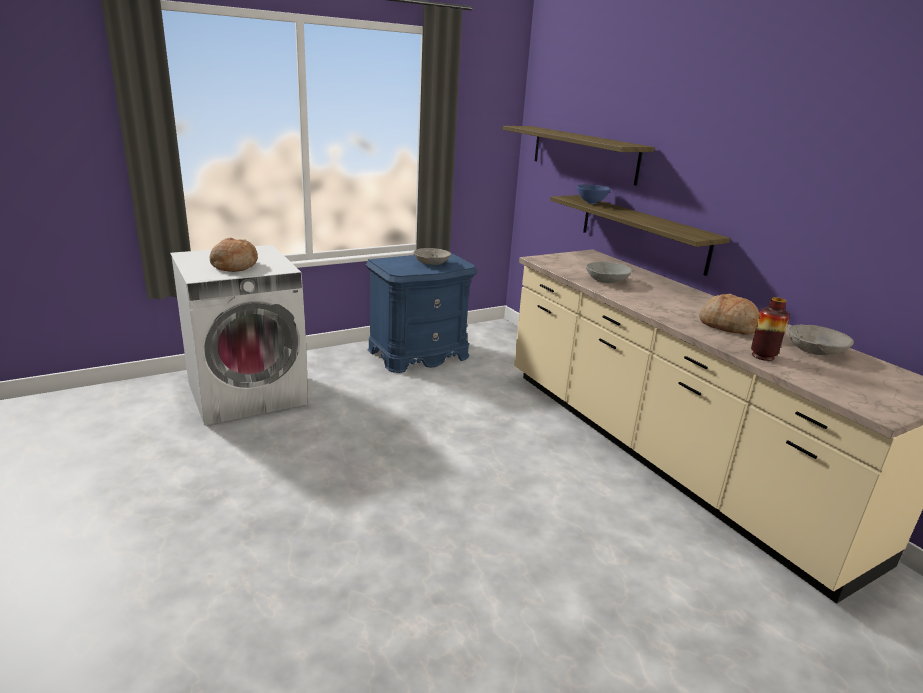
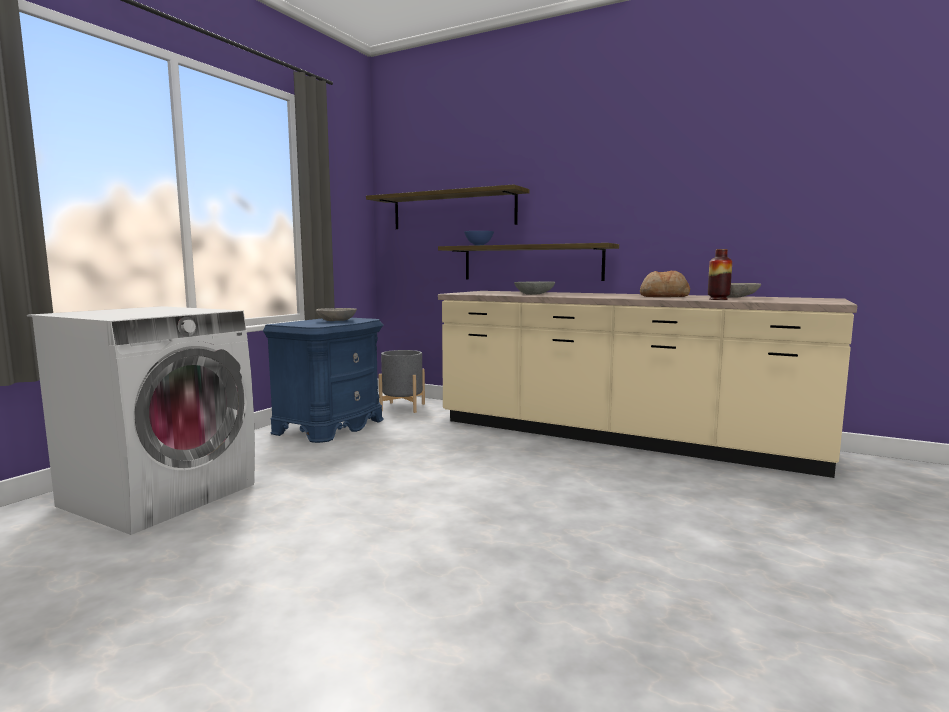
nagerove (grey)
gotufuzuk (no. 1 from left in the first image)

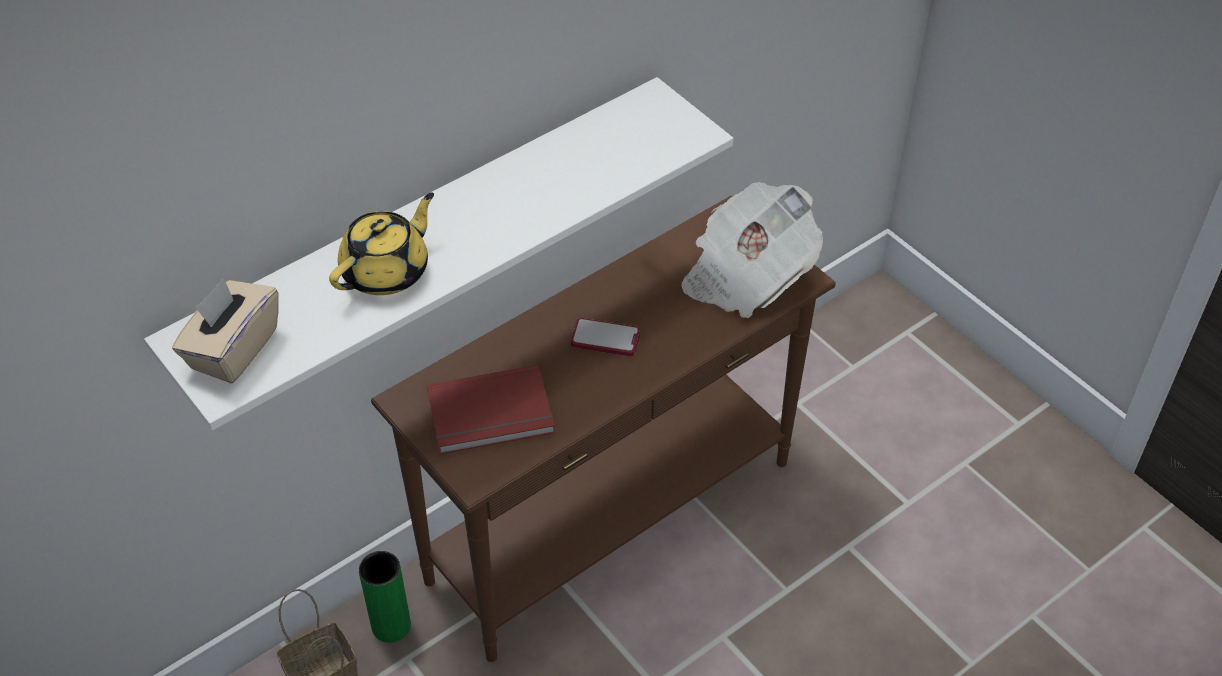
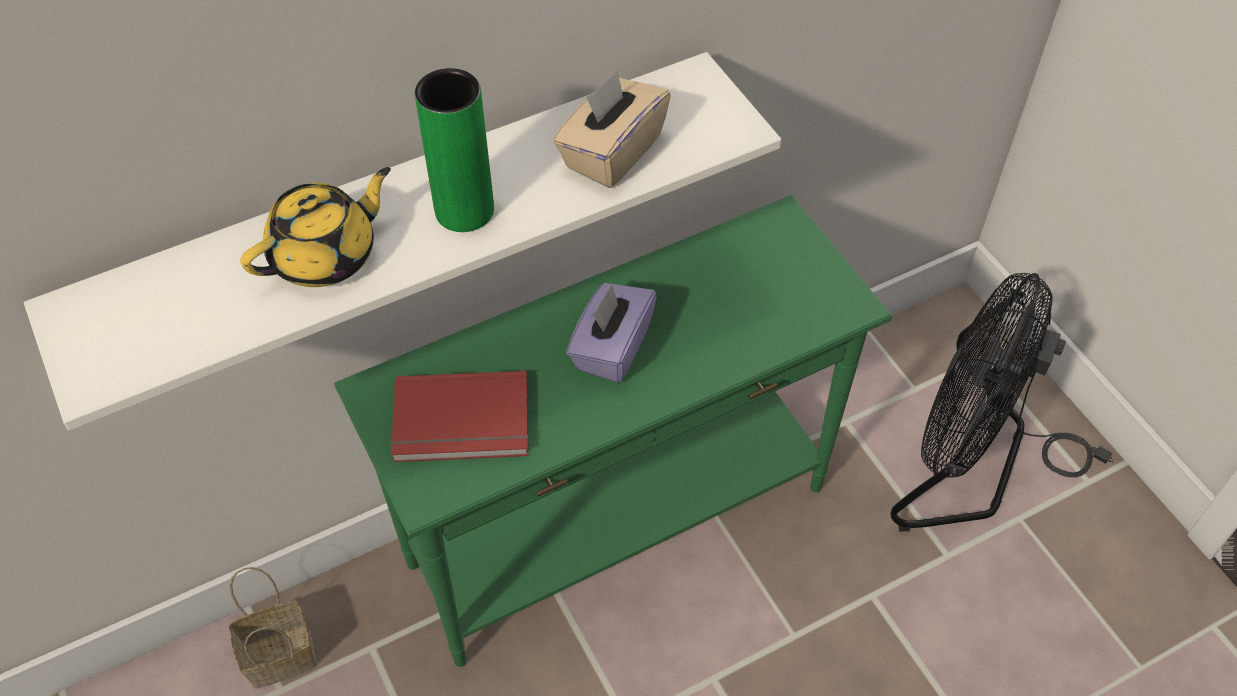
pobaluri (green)
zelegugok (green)
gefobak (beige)
gefobak (purple)
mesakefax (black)
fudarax

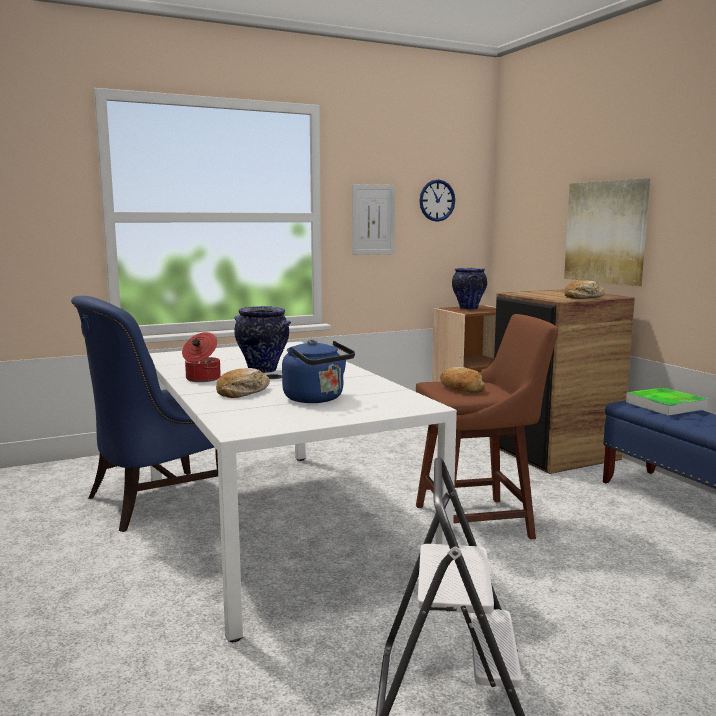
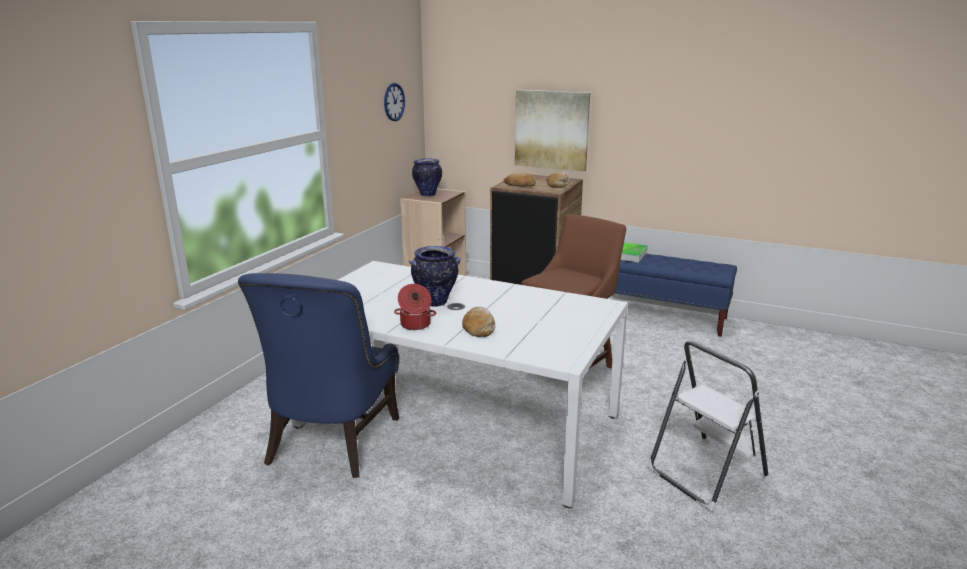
gotufuzuk (no. 2 from left)
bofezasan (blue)
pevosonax (no. 1 from left in the first image)

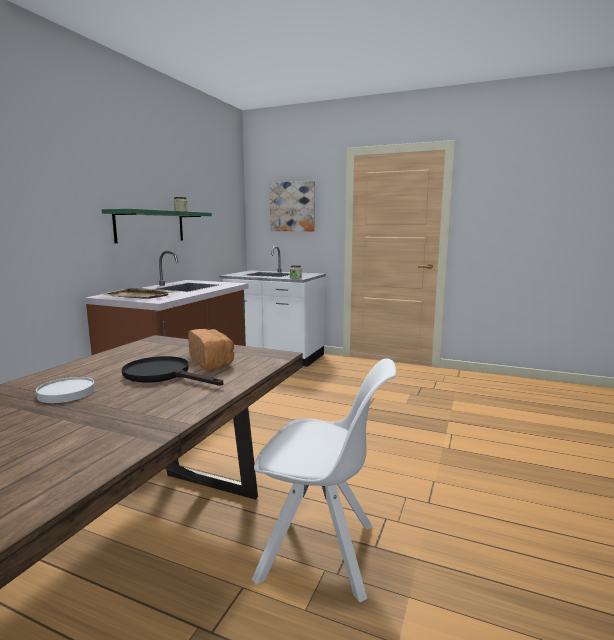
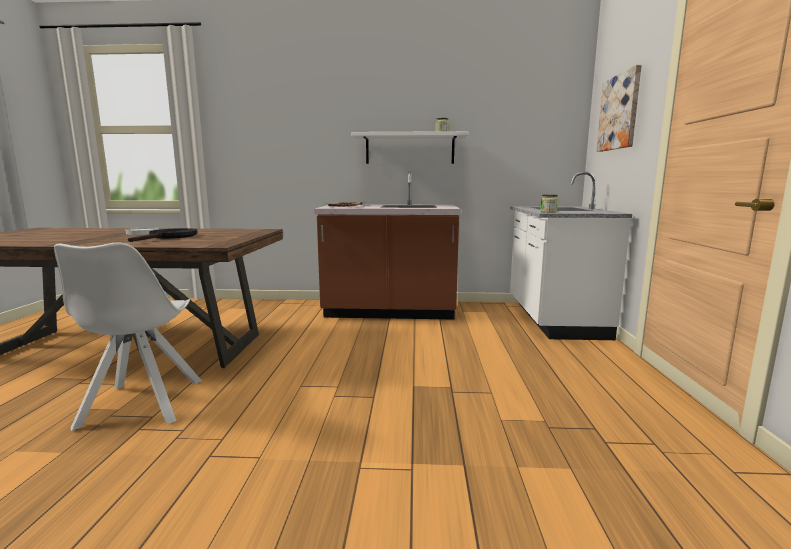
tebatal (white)
gotufuzuk

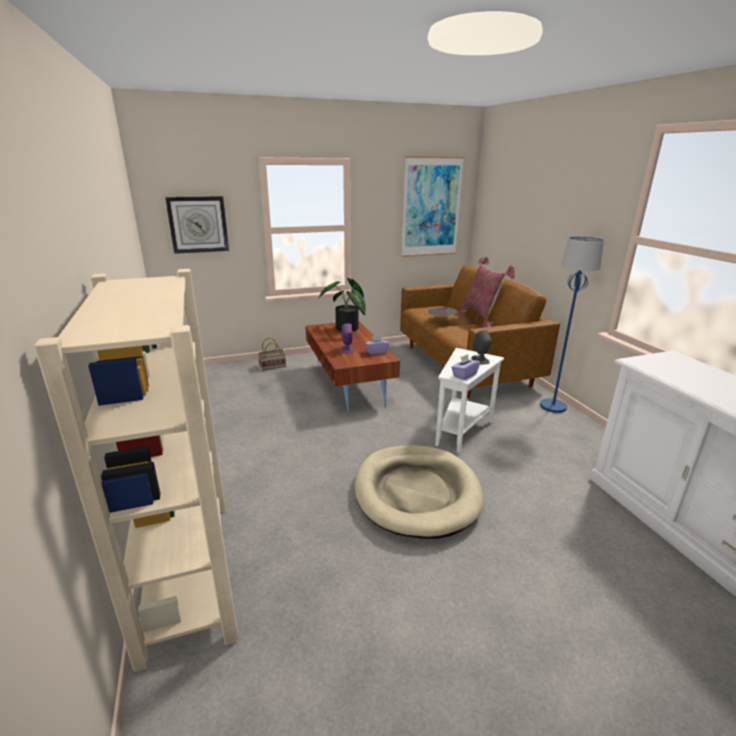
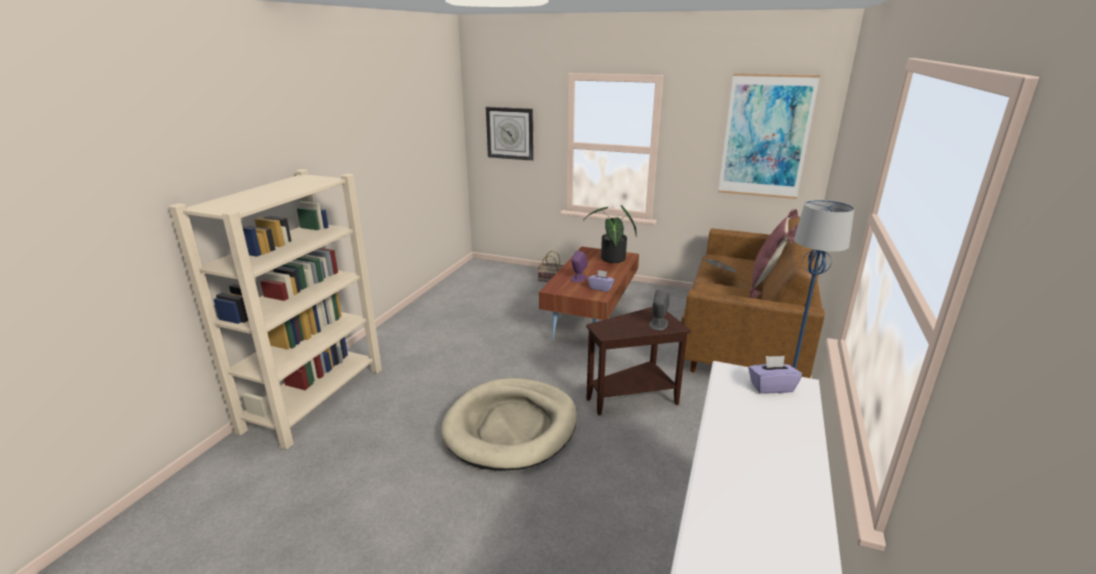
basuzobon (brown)
gefobak (purple) (no. 2 from left)

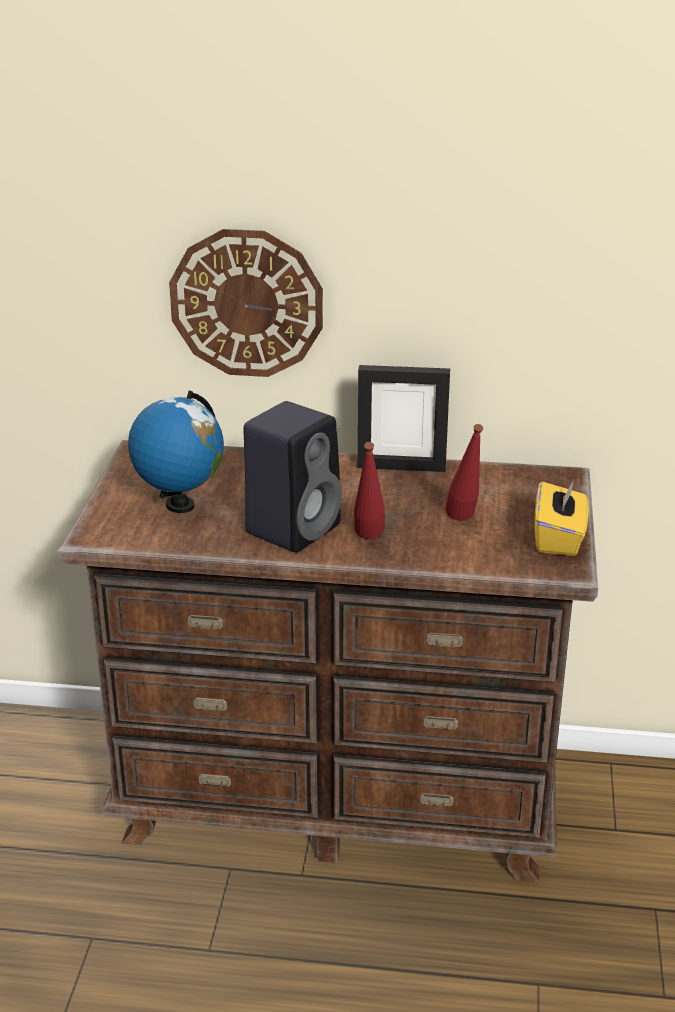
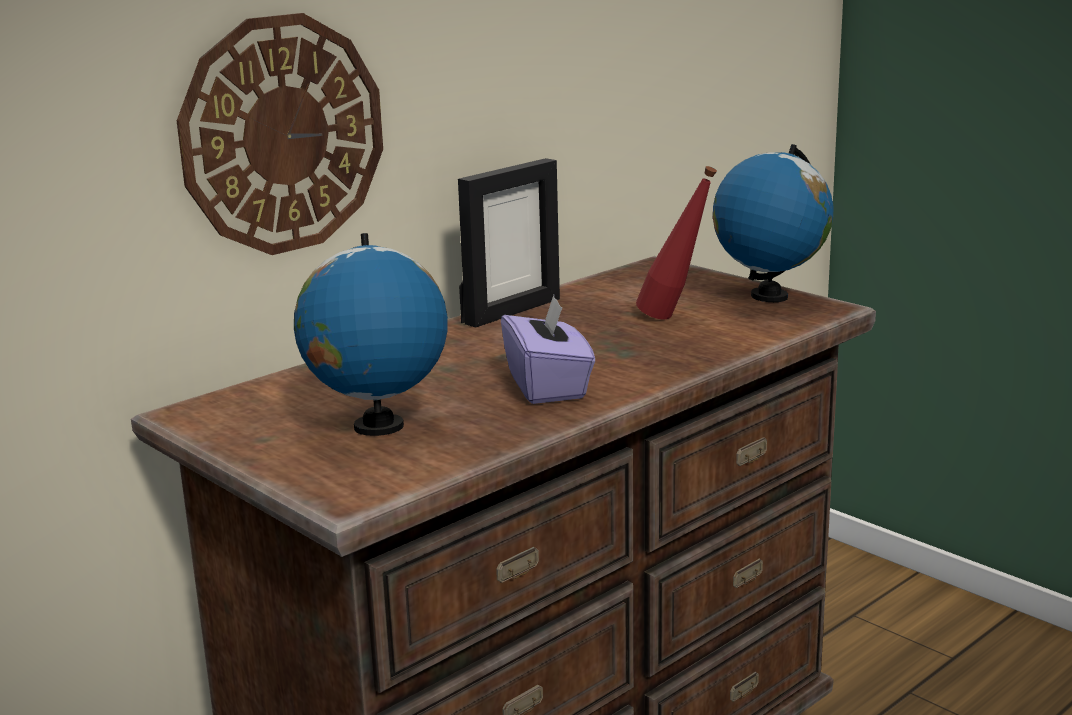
gefobak (purple)
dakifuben (no. 2 from left)
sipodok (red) (no. 1 from left in the first image)

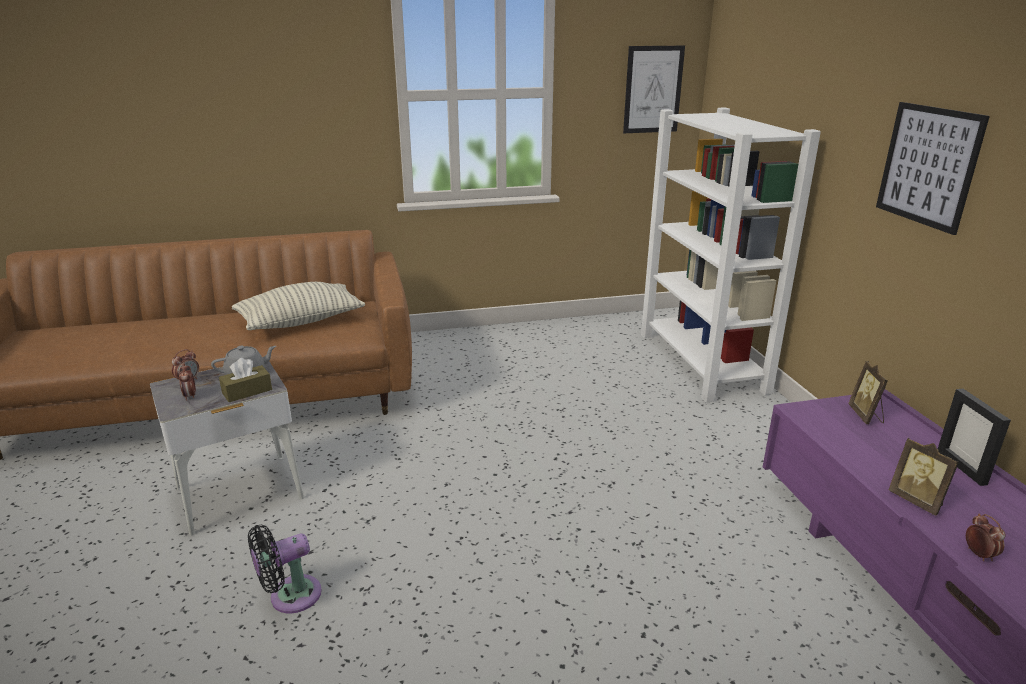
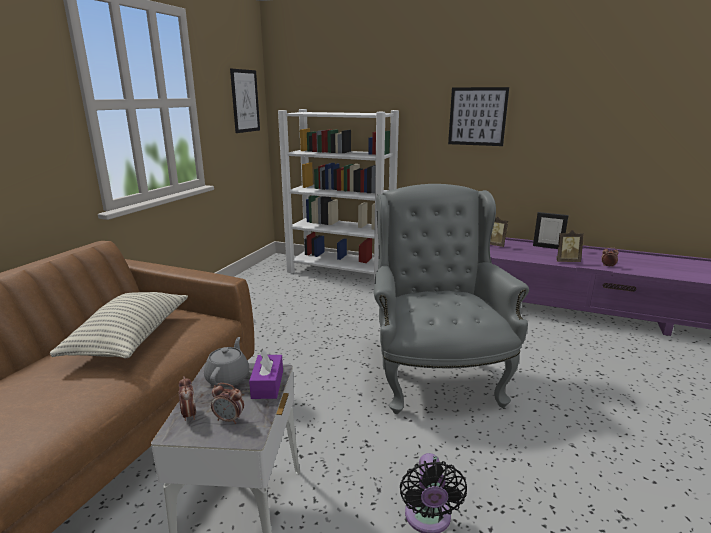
gefobak (purple)
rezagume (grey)

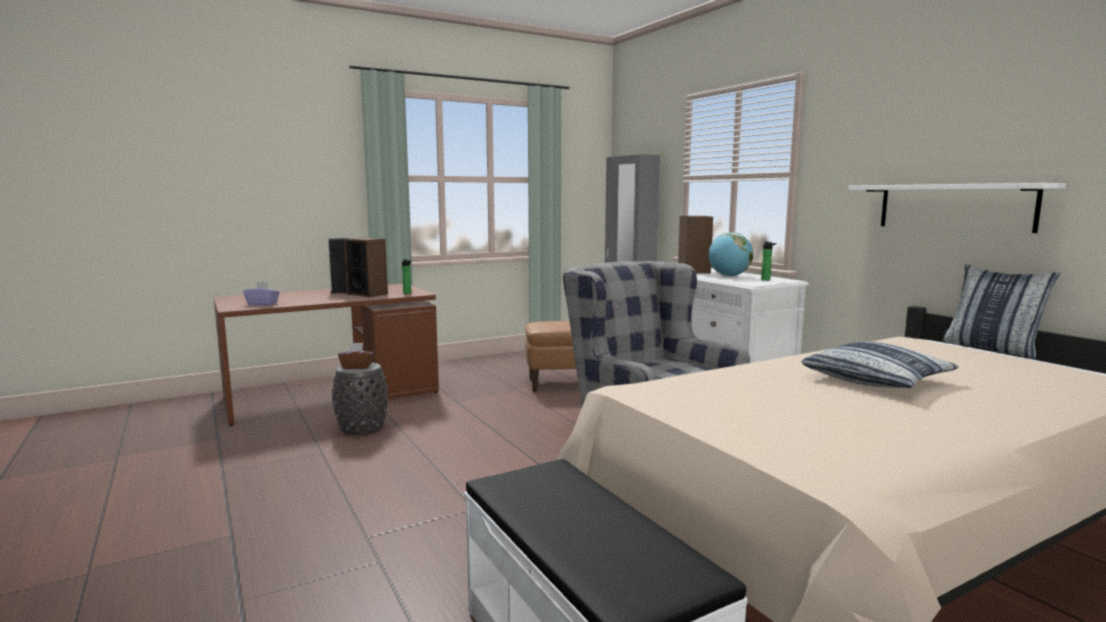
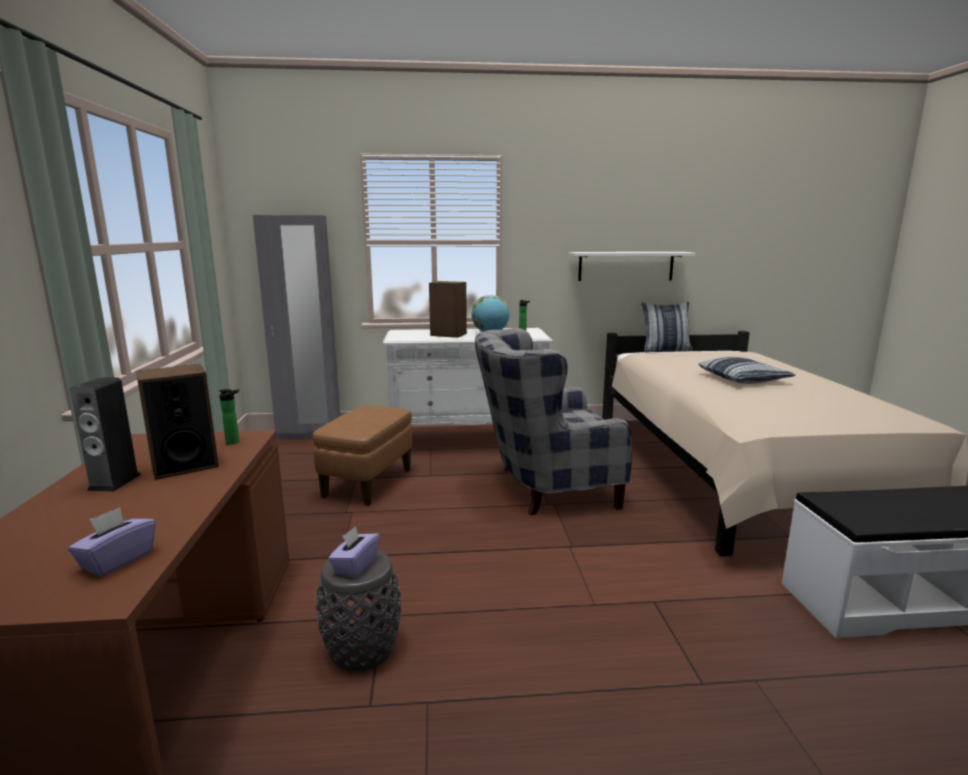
gefobak (purple) (no. 2 from left)

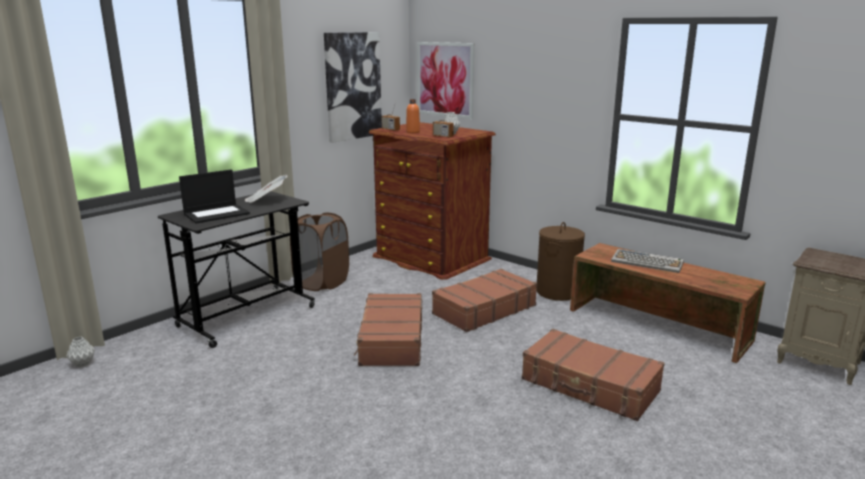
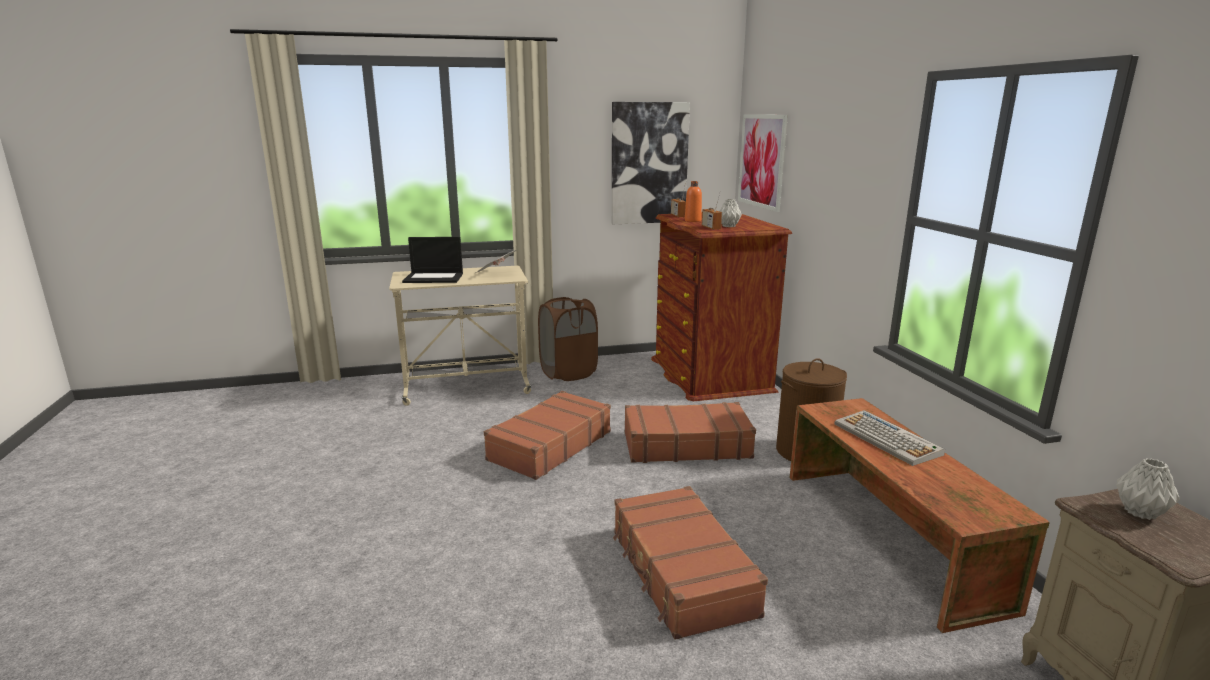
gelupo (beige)
zelegugok (grey) (no. 2 from left)

